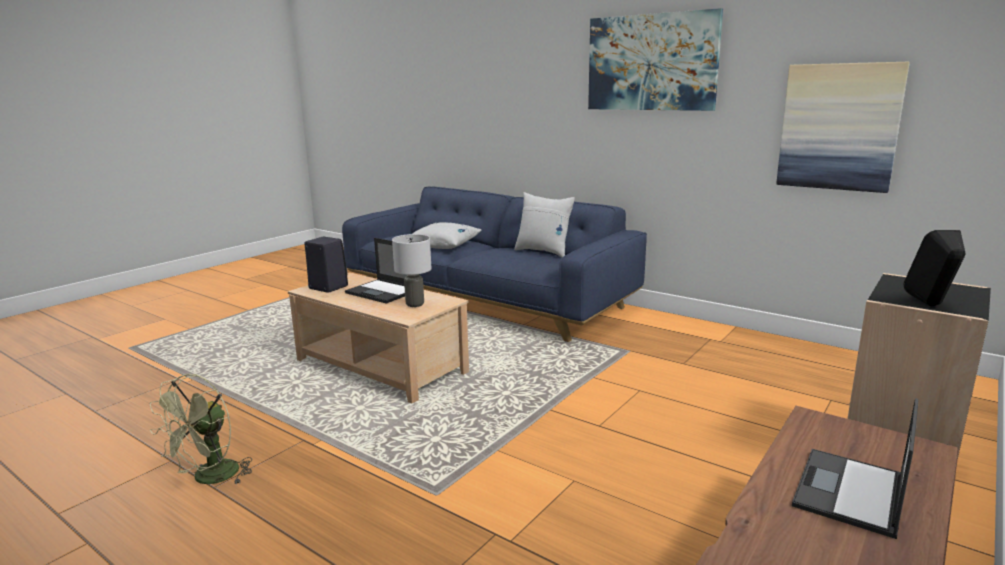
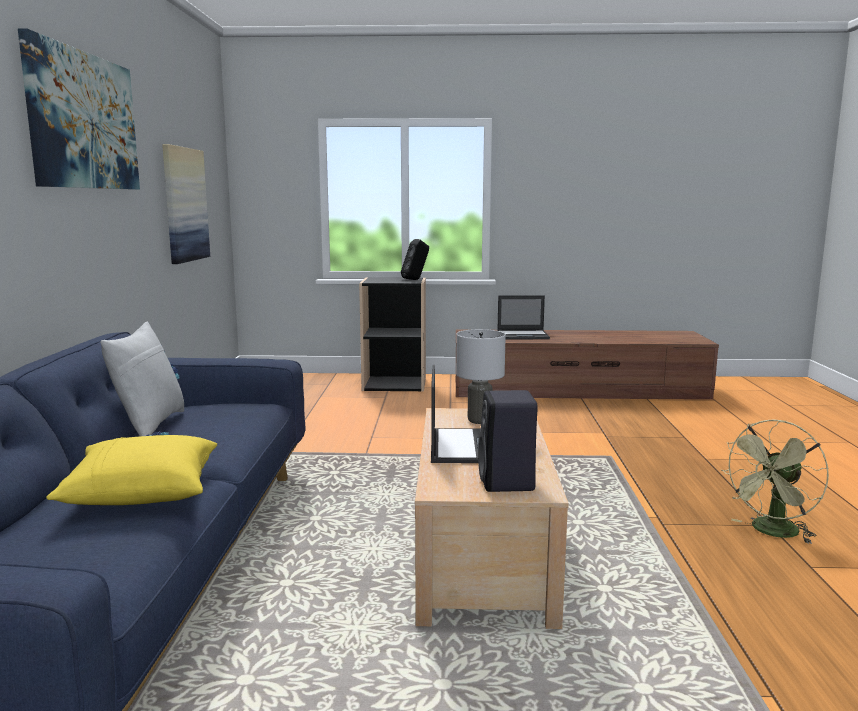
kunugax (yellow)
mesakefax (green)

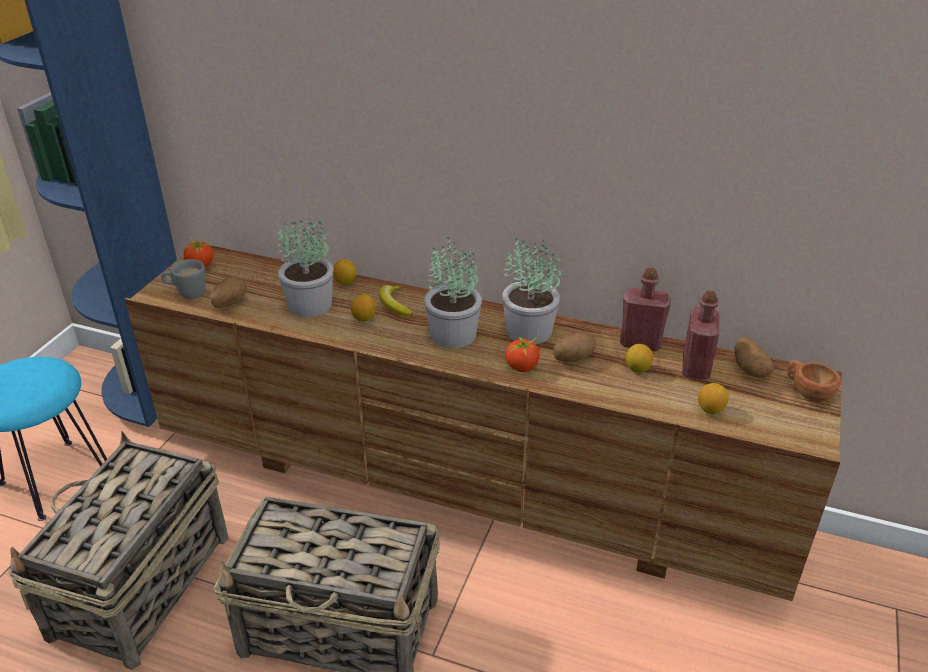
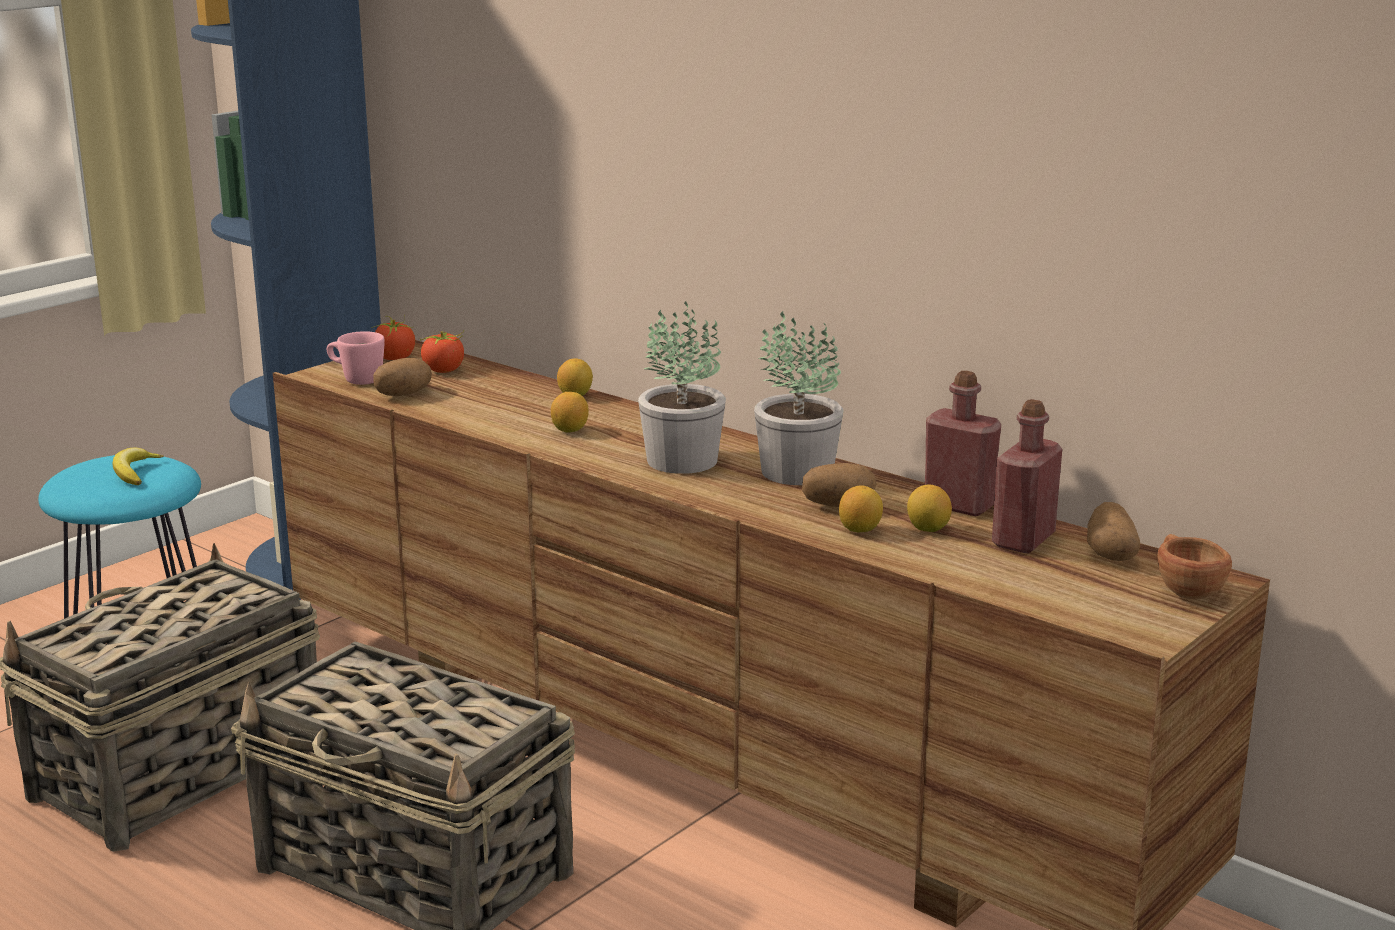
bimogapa
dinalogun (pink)
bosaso (no. 2 from left)
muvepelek (no. 3 from left)
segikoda (no. 1 from left in the first image)

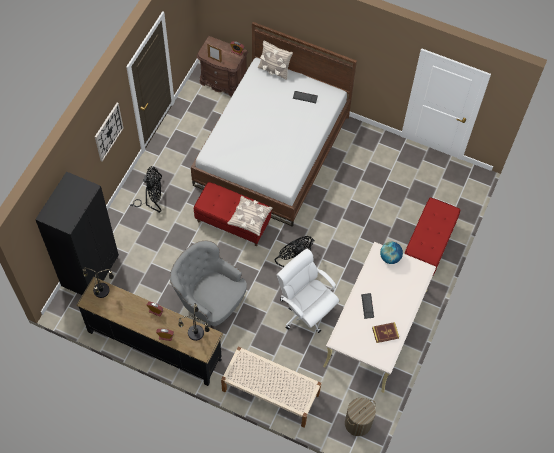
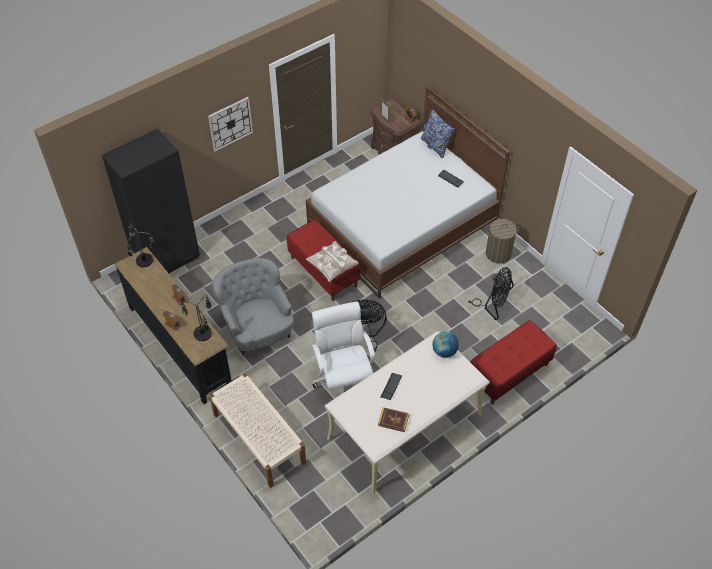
kunugax (blue)
mesakefax (black) (no. 2 from left)
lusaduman

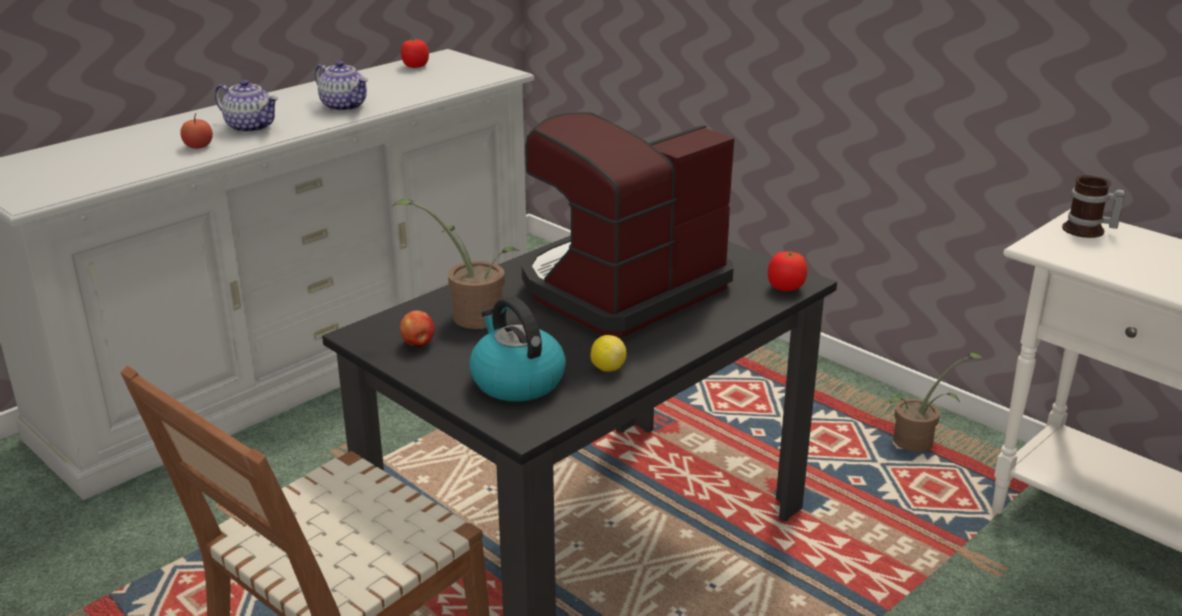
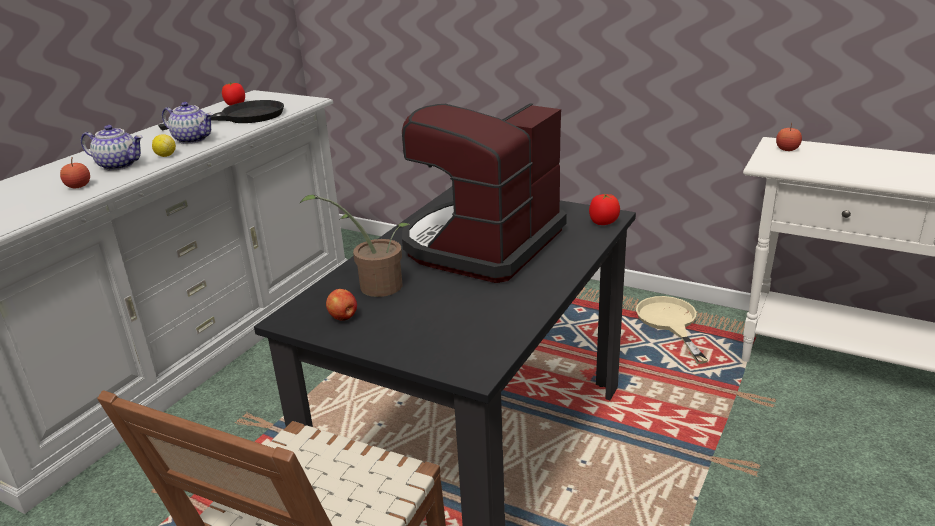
muvepelek
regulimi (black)
regulimi (beige)
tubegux (no. 3 from left)
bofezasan

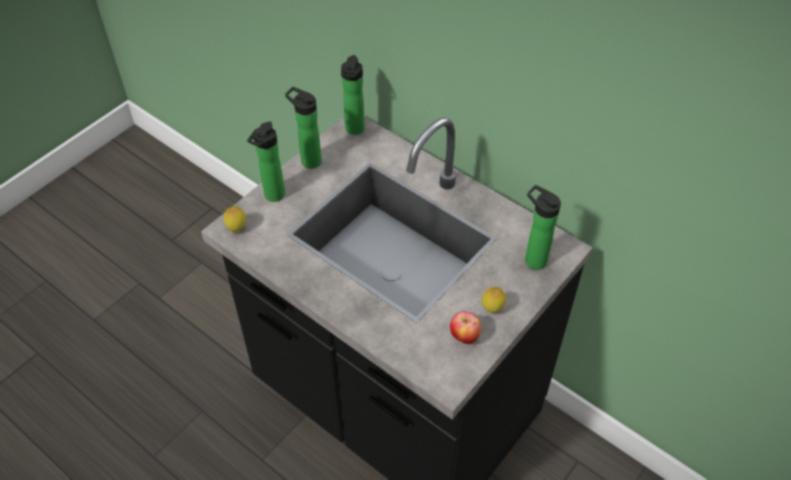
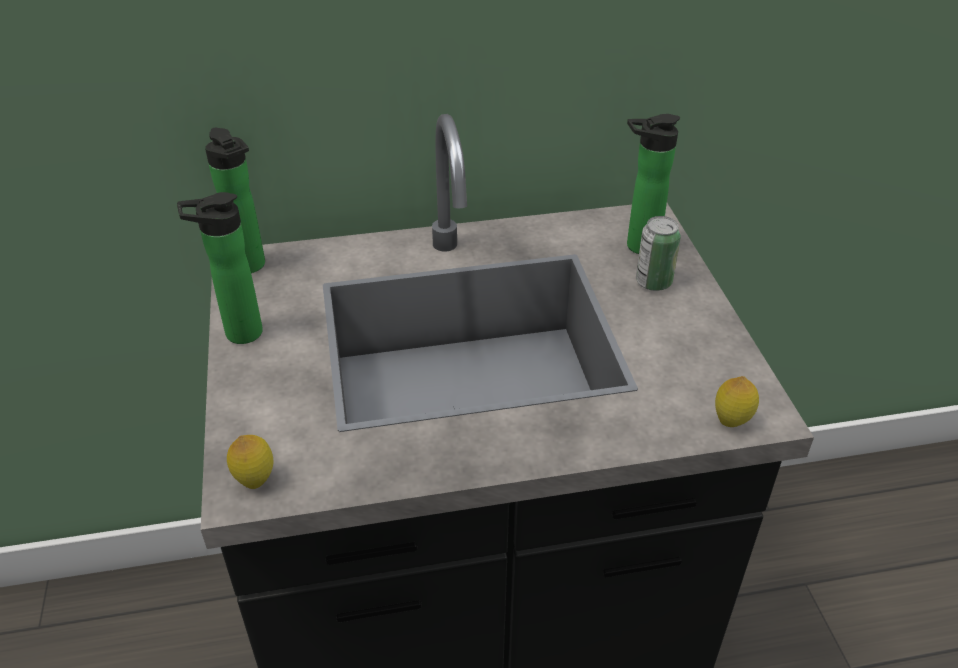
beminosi
muvepelek (no. 2 from left)
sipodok (no. 1 from left in the first image)
tubegux

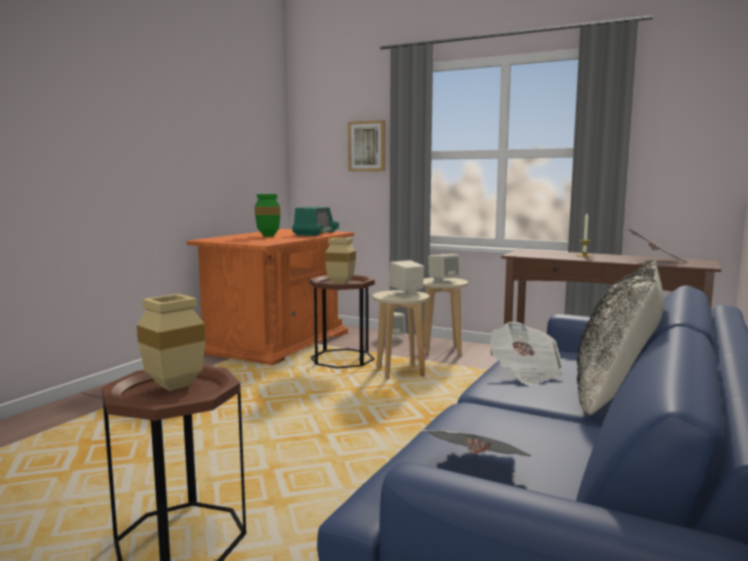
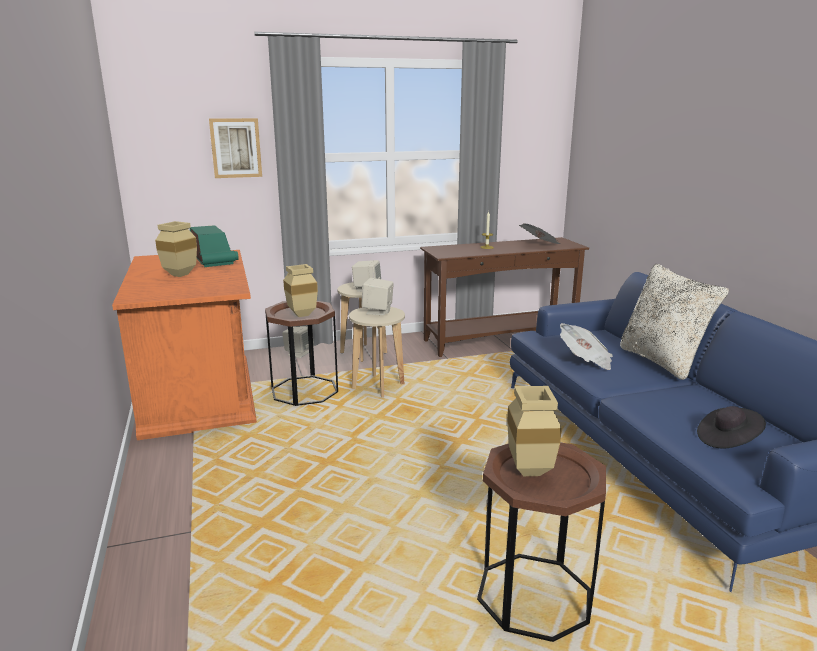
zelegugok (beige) (no. 1 from left)
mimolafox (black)

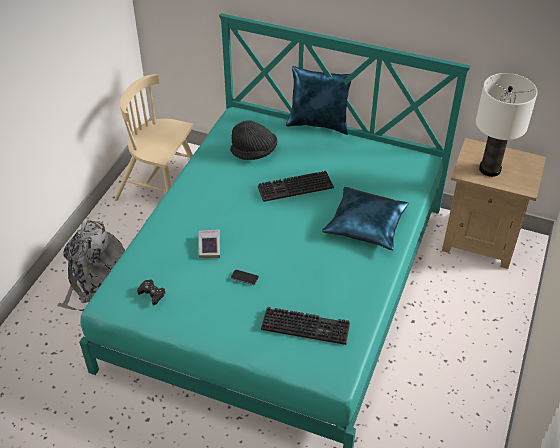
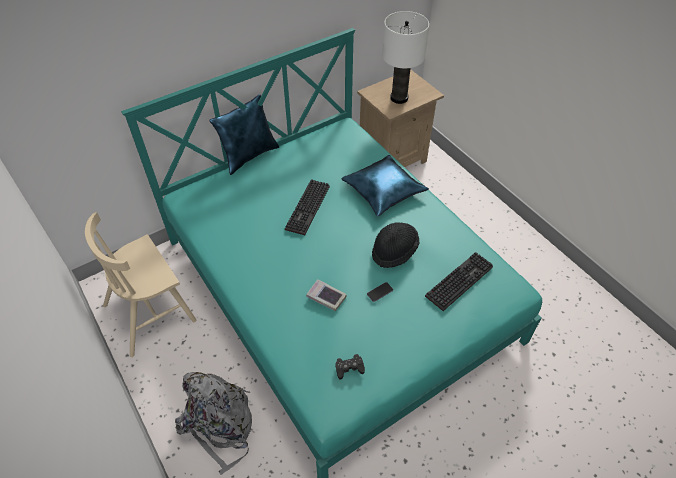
mimolafox (black)

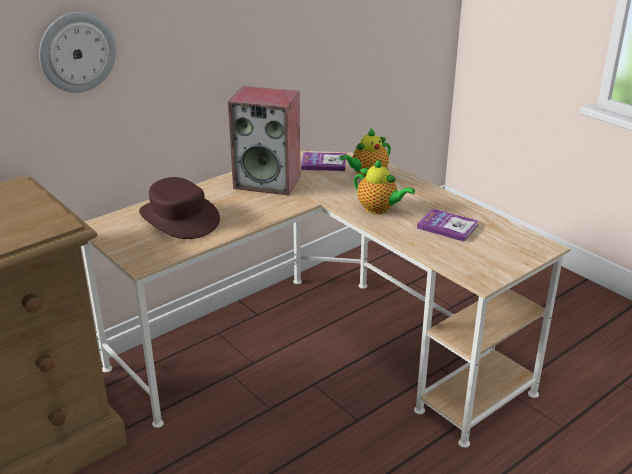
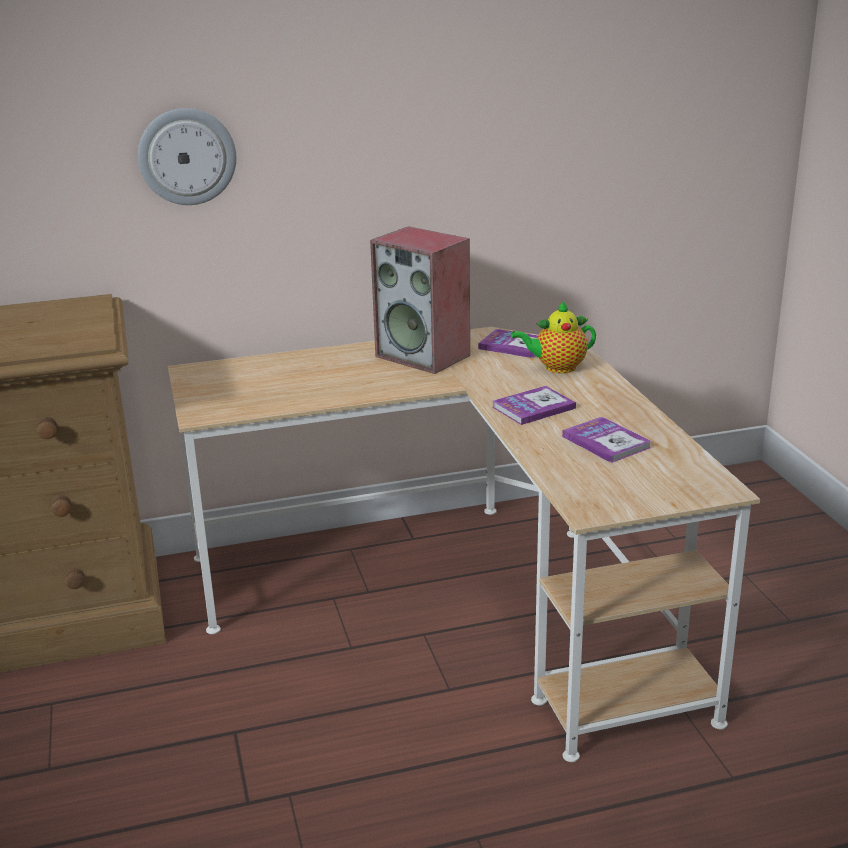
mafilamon (no. 2 from left)
mimolafox (brown)

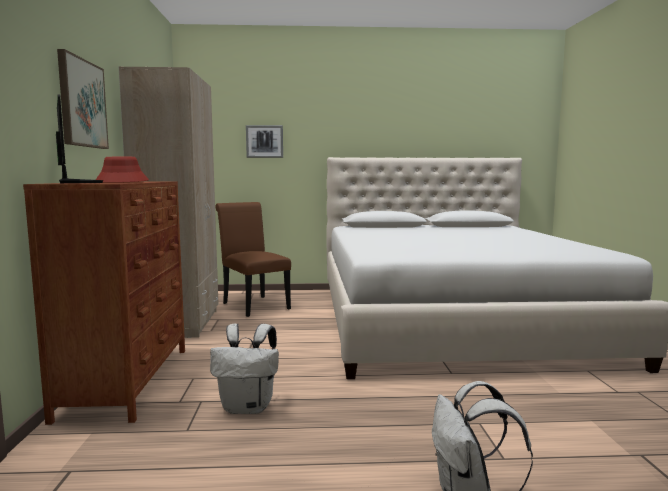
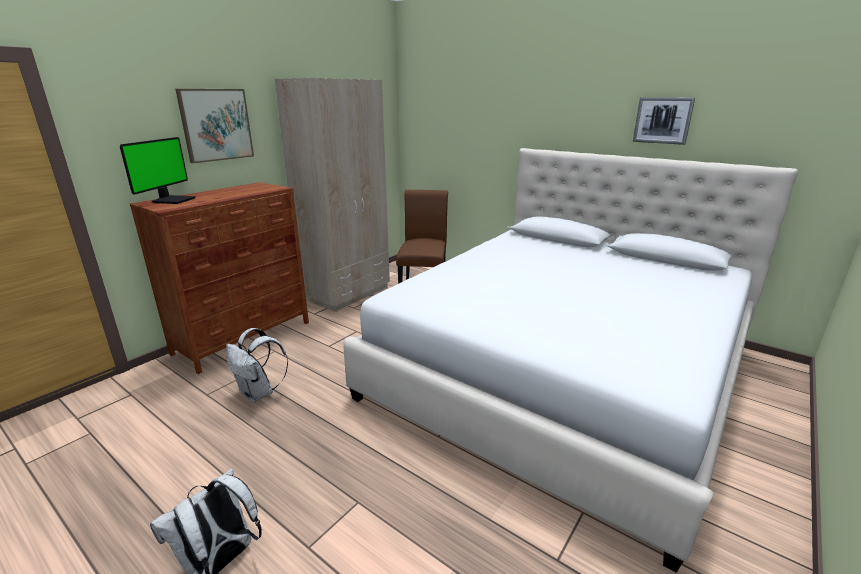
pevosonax (no. 2 from left)
mimolafox (red)

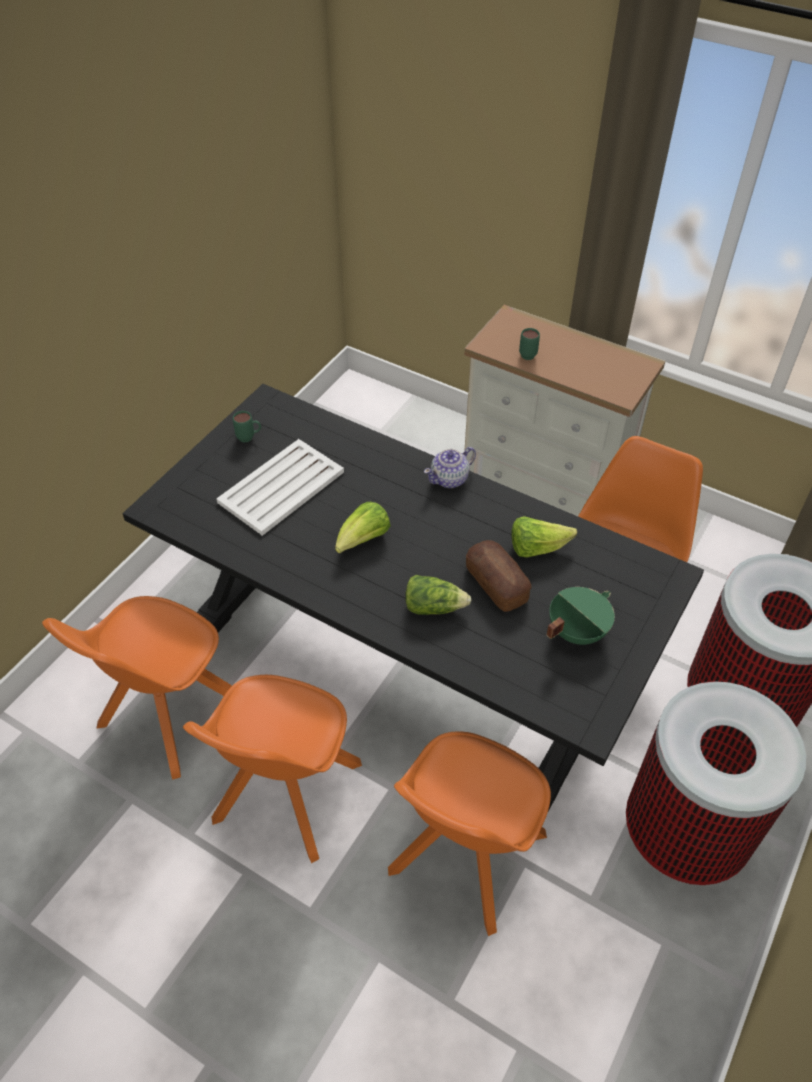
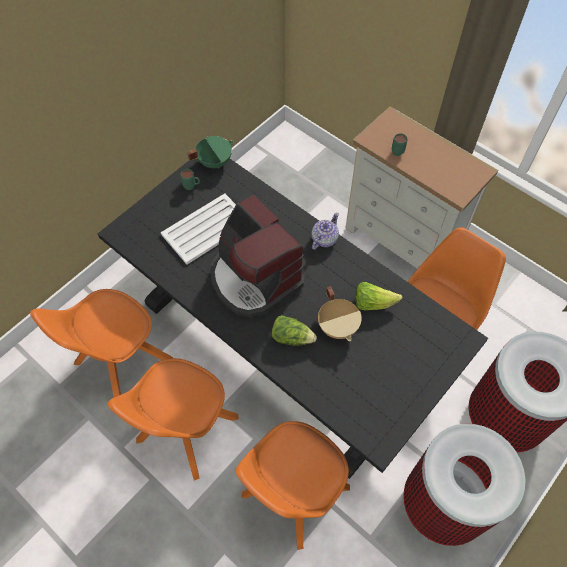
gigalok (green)
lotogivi
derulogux
gigalok (beige)

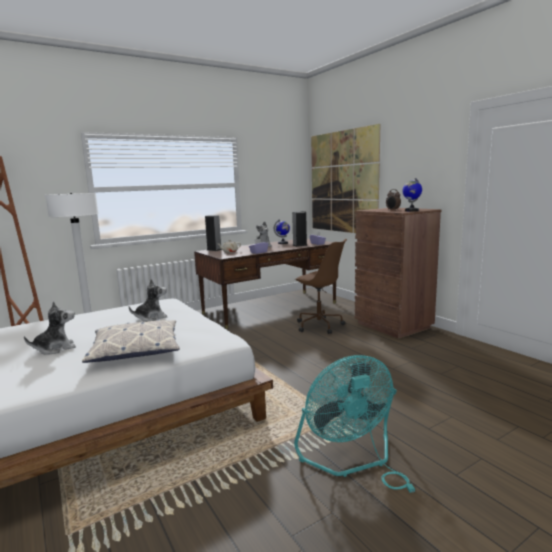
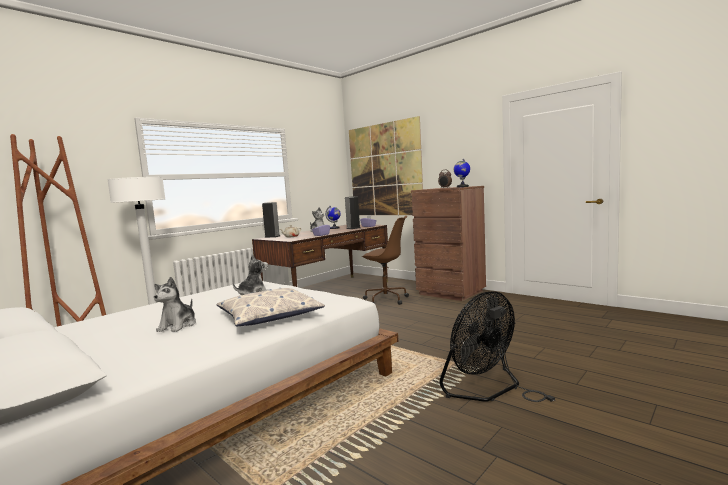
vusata (no. 1 from left)
mesakefax (black)

